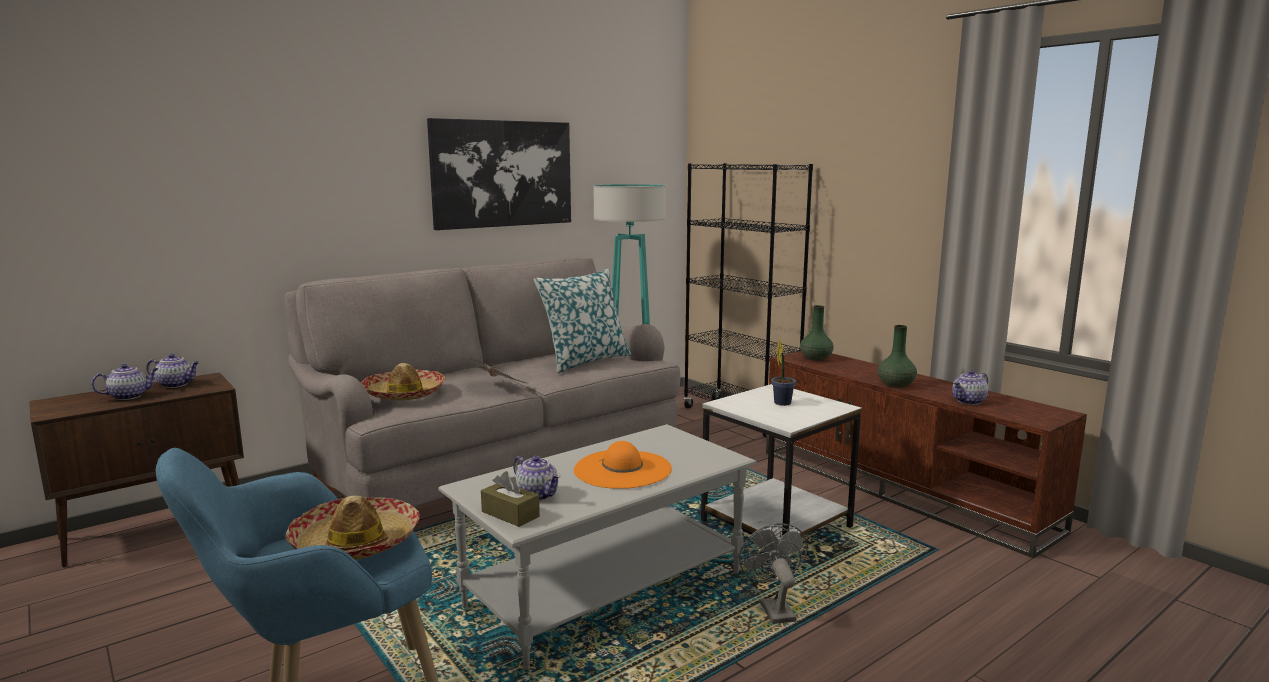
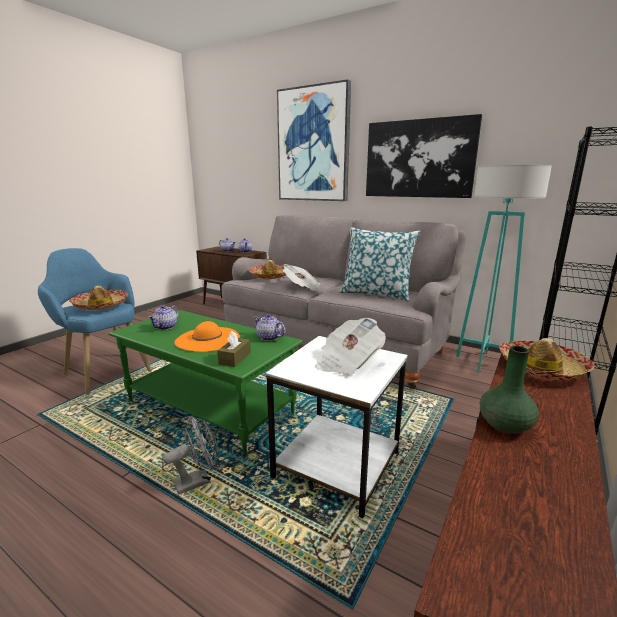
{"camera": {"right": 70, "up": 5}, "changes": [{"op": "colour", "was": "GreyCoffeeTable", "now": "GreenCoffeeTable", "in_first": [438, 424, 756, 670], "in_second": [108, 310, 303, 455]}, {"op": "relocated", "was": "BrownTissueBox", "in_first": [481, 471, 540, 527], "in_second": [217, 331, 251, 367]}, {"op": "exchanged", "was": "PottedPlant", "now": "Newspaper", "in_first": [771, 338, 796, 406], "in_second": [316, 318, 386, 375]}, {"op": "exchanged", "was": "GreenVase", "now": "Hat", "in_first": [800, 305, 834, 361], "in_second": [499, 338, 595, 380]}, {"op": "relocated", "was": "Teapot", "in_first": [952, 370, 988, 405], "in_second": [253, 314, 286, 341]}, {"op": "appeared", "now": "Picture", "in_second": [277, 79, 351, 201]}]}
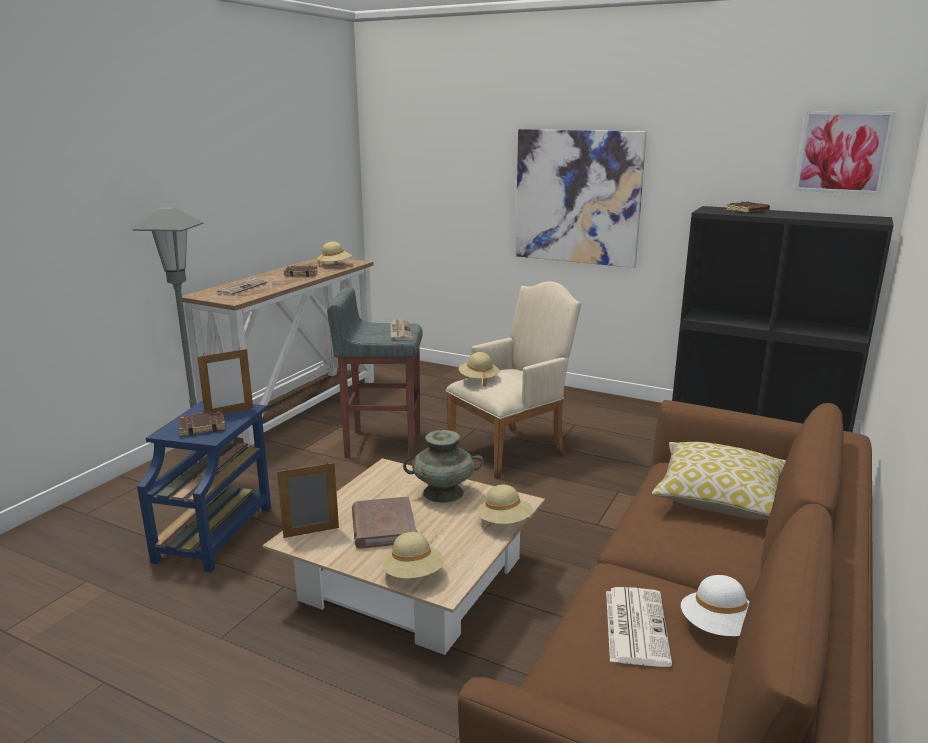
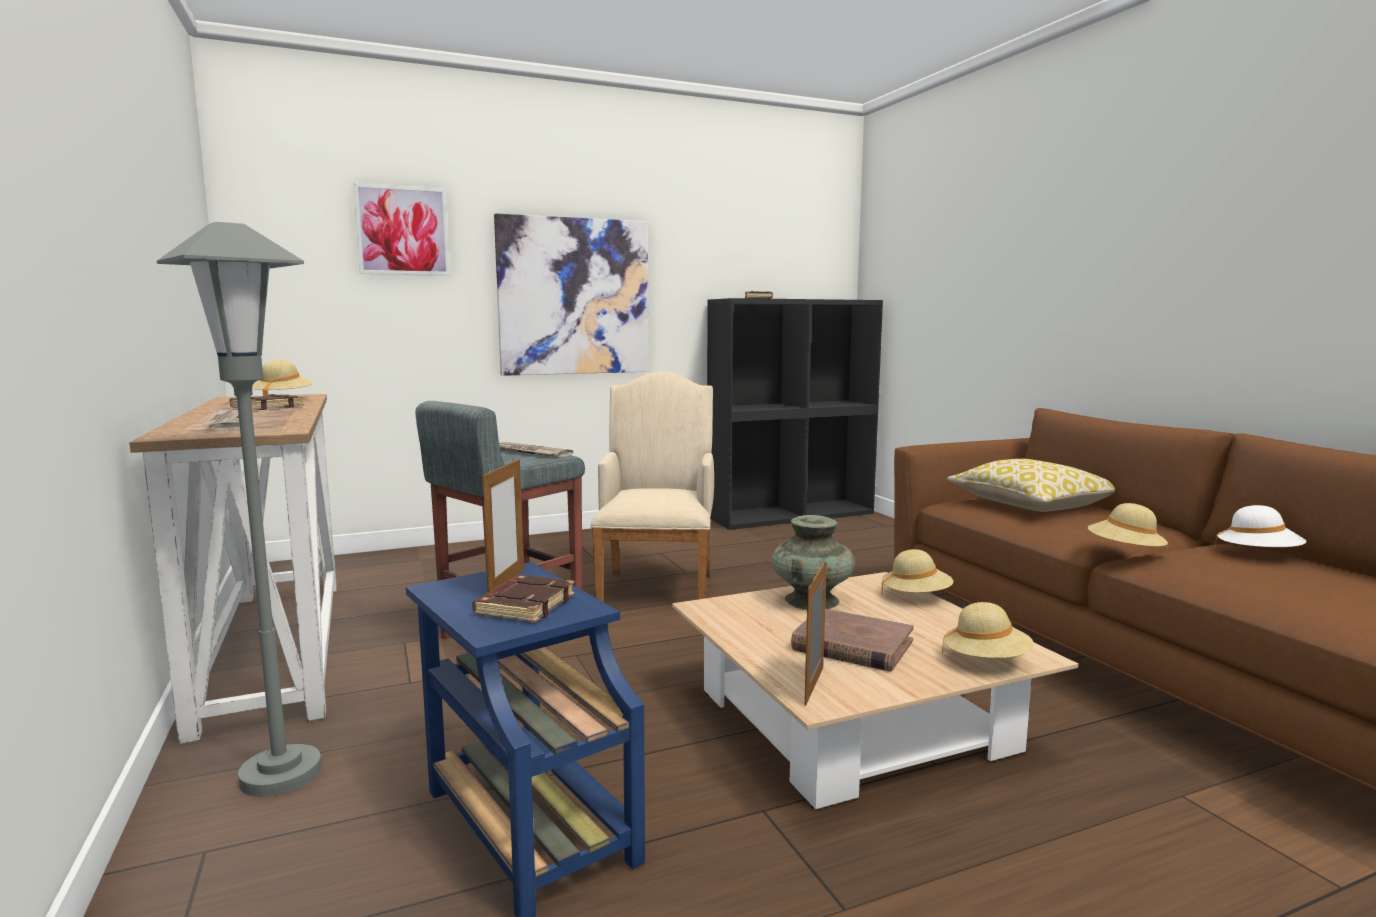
{"camera": {"right": -50, "up": -10}, "changes": [{"op": "relocated", "was": "BeigeHat", "in_first": [459, 352, 500, 387], "in_second": [1088, 503, 1168, 555]}, {"op": "missing", "was": "Newspaper", "in_first": [606, 587, 672, 667]}, {"op": "relocated", "was": "Picture", "in_first": [794, 111, 895, 195], "in_second": [353, 183, 450, 276]}]}
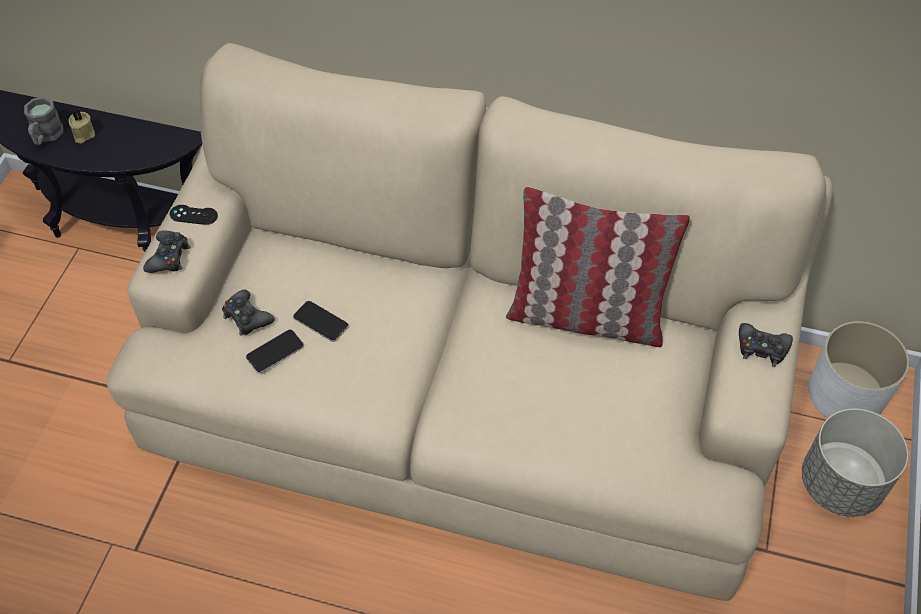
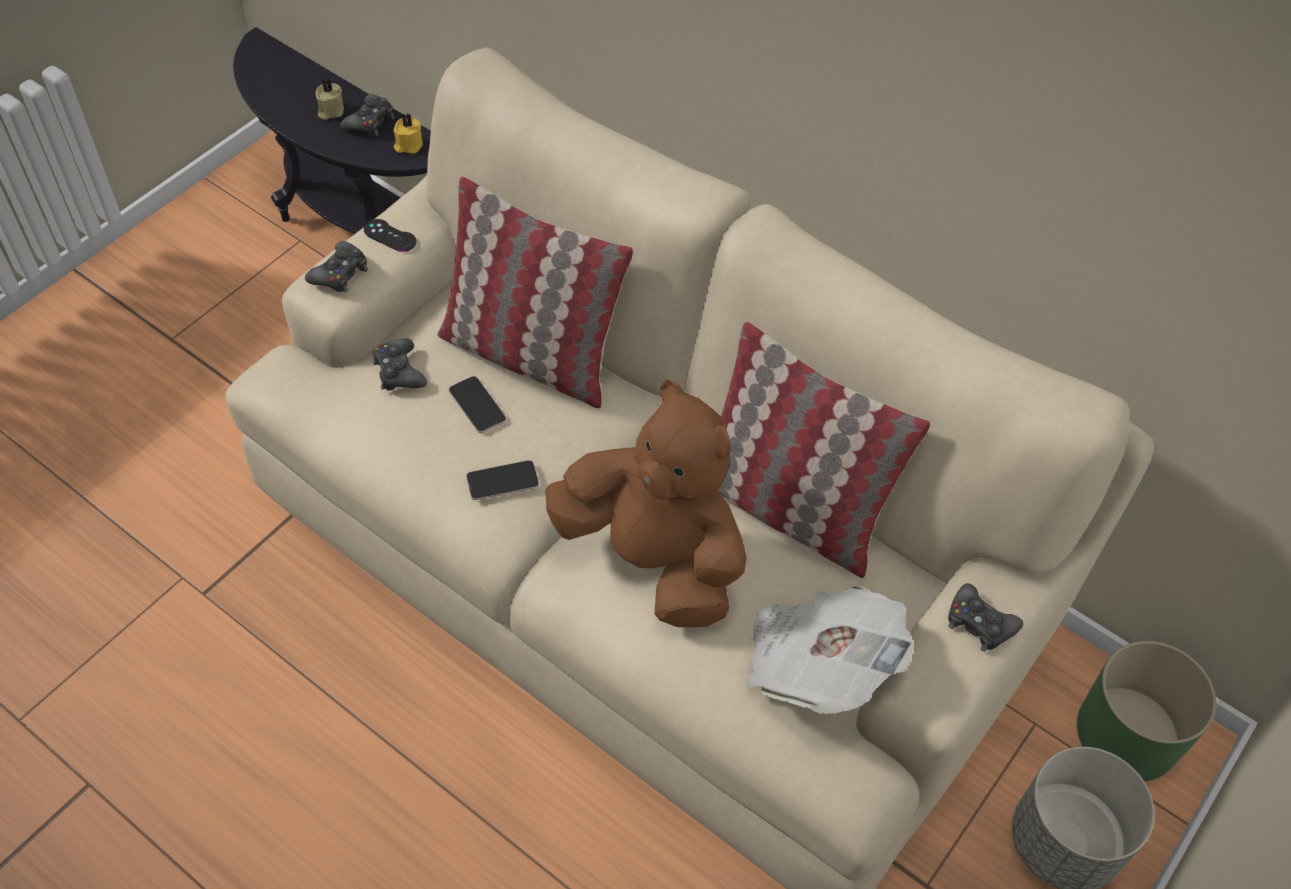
{"camera": {"right": 20, "up": 0}, "changes": [{"op": "missing", "was": "GreyMug", "in_first": [24, 97, 63, 145]}, {"op": "relocated", "was": "Phone", "in_first": [246, 329, 304, 373], "in_second": [466, 460, 539, 500]}, {"op": "colour", "was": "WhitePlanter", "now": "GreenPlanter", "in_first": [808, 321, 909, 418], "in_second": [1077, 641, 1216, 781]}, {"op": "appeared", "now": "BlackGameController", "in_second": [340, 94, 395, 136]}, {"op": "appeared", "now": "YellowCandle", "in_second": [394, 113, 423, 154]}, {"op": "appeared", "now": "Pillow", "in_second": [438, 176, 633, 408]}, {"op": "appeared", "now": "BrownPlushToy", "in_second": [546, 379, 747, 627]}, {"op": "appeared", "now": "Newspaper", "in_second": [747, 587, 914, 714]}]}
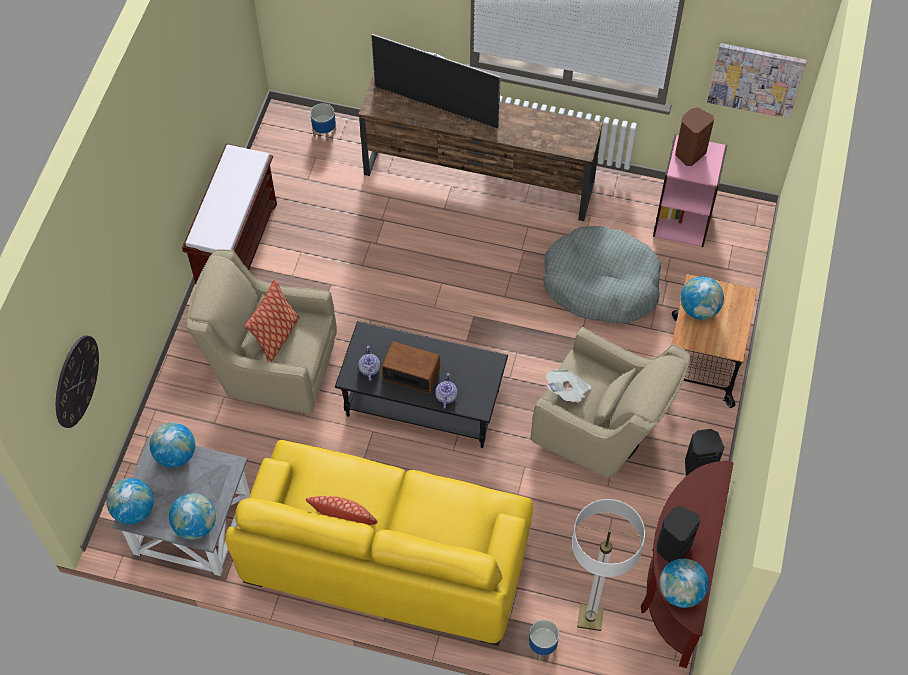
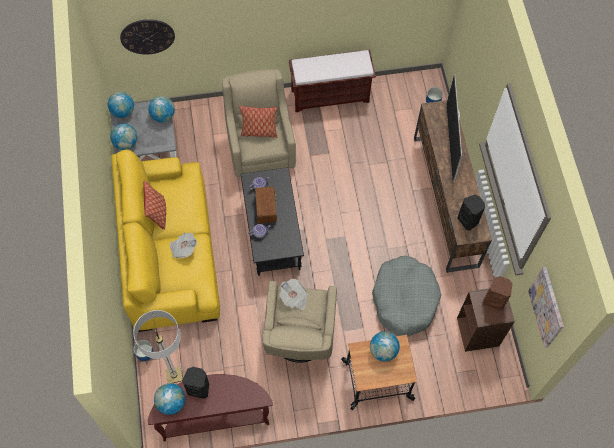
{"camera": {"right": 65, "up": 5}, "changes": [{"op": "colour", "was": "PinkBookcase", "now": "BrownBookcase", "in_first": [653, 135, 727, 247], "in_second": [457, 289, 515, 352]}, {"op": "relocated", "was": "BlackSpeaker", "in_first": [685, 429, 725, 476], "in_second": [457, 194, 485, 231]}, {"op": "appeared", "now": "Newspaper", "in_second": [169, 233, 197, 258]}]}
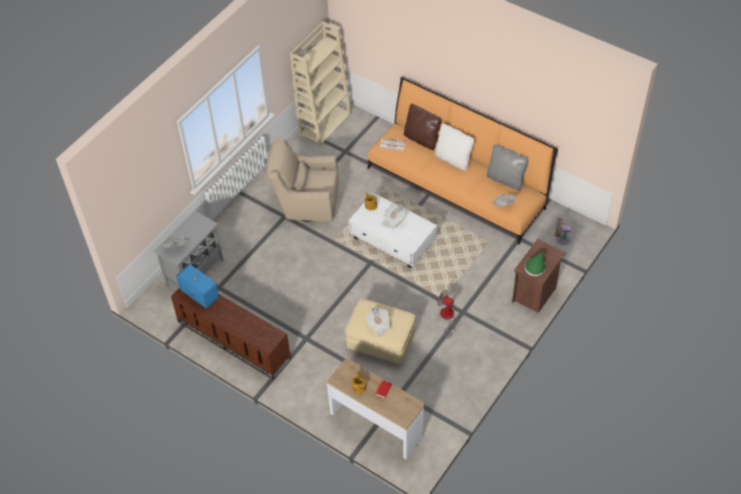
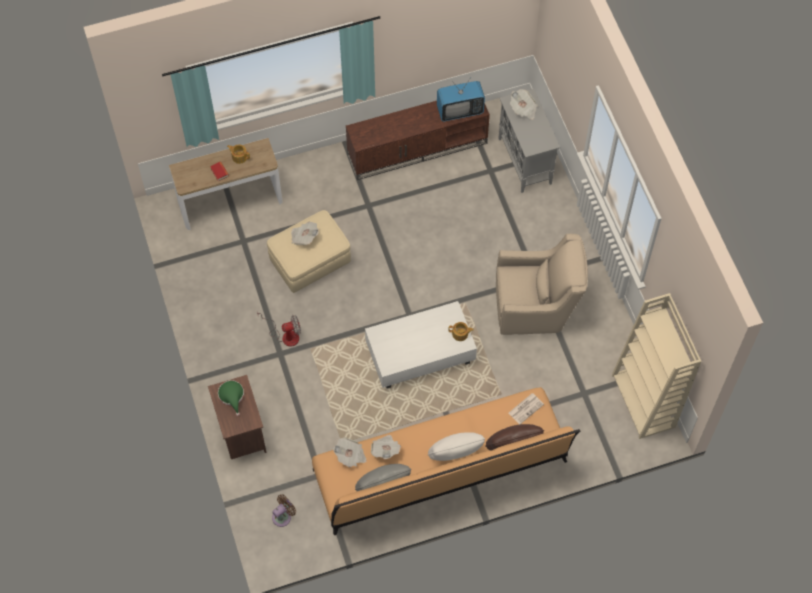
{"camera": {"right": 125, "up": 10}, "changes": [{"op": "spun", "was": "BeigeArmchair", "in_first": [266, 137, 339, 222], "in_second": [496, 234, 588, 335], "clockwise": 45}, {"op": "relocated", "was": "Newspaper", "in_first": [382, 204, 406, 229], "in_second": [371, 435, 401, 459]}]}
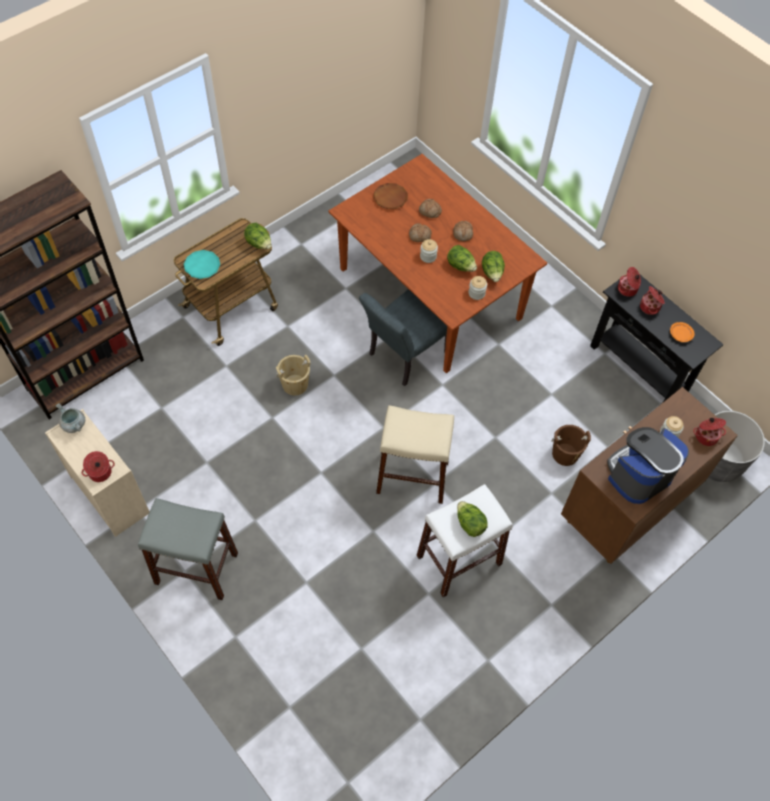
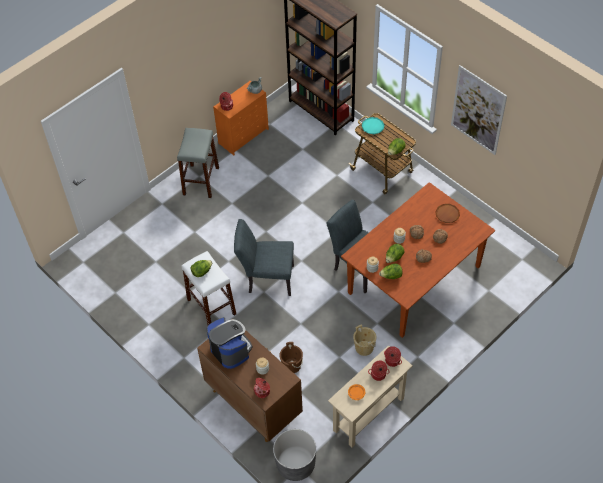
{"camera": {"right": 90, "up": -5}, "changes": [{"op": "colour", "was": "BeigeDresser", "now": "OrangeDresser", "in_first": [45, 409, 150, 537], "in_second": [213, 81, 269, 155]}, {"op": "relocated", "was": "BeigeBucket", "in_first": [276, 355, 310, 396], "in_second": [353, 324, 377, 356]}, {"op": "exchanged", "was": "BeigeStool", "now": "GreyChair", "in_first": [376, 405, 454, 504], "in_second": [234, 219, 294, 296]}, {"op": "colour", "was": "BlackConsoleTable", "now": "BeigeConsoleTable", "in_first": [590, 275, 724, 401], "in_second": [328, 345, 413, 447]}, {"op": "appeared", "now": "Picture", "in_second": [451, 65, 507, 155]}]}
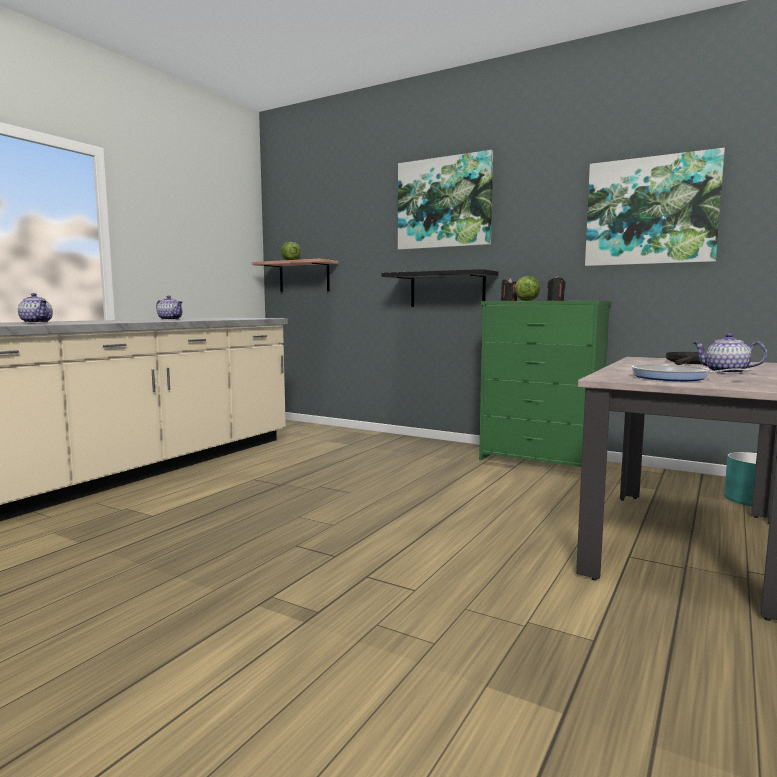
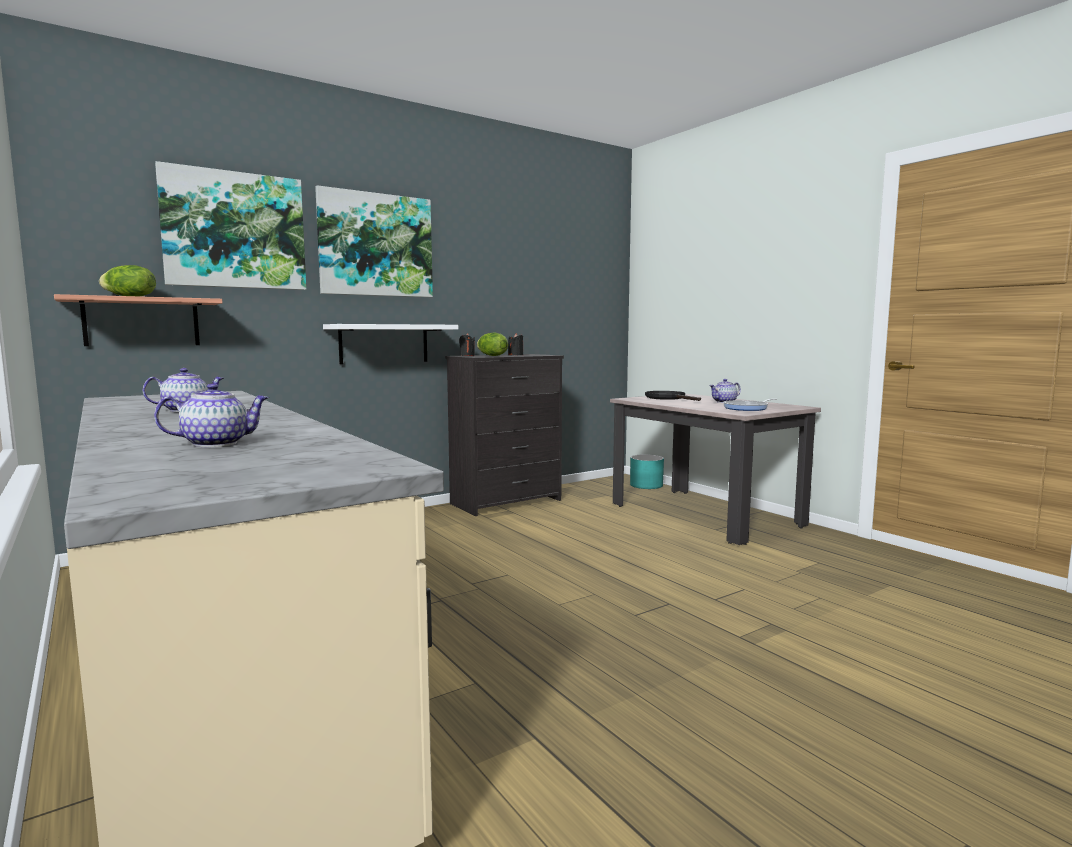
{"camera": {"right": -65, "up": 0}, "changes": [{"op": "colour", "was": "BlackShelf", "now": "WhiteShelf", "in_first": [382, 269, 498, 307], "in_second": [323, 324, 458, 364]}, {"op": "colour", "was": "GreenDresser", "now": "BlackDresser", "in_first": [479, 301, 611, 467], "in_second": [445, 354, 564, 516]}, {"op": "relocated", "was": "Picture", "in_first": [585, 148, 725, 266], "in_second": [155, 161, 306, 290]}]}
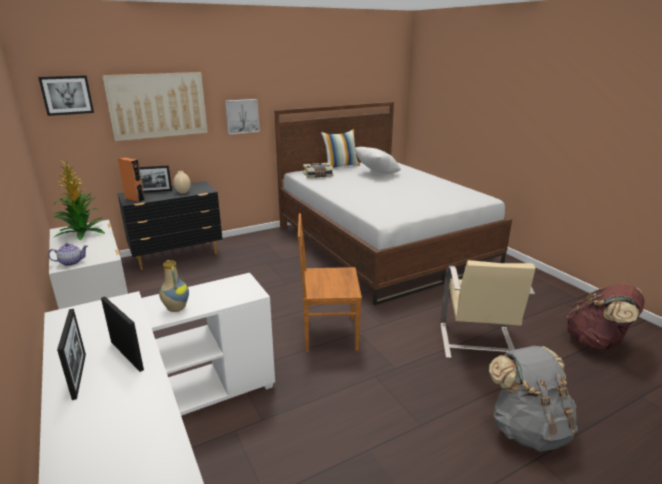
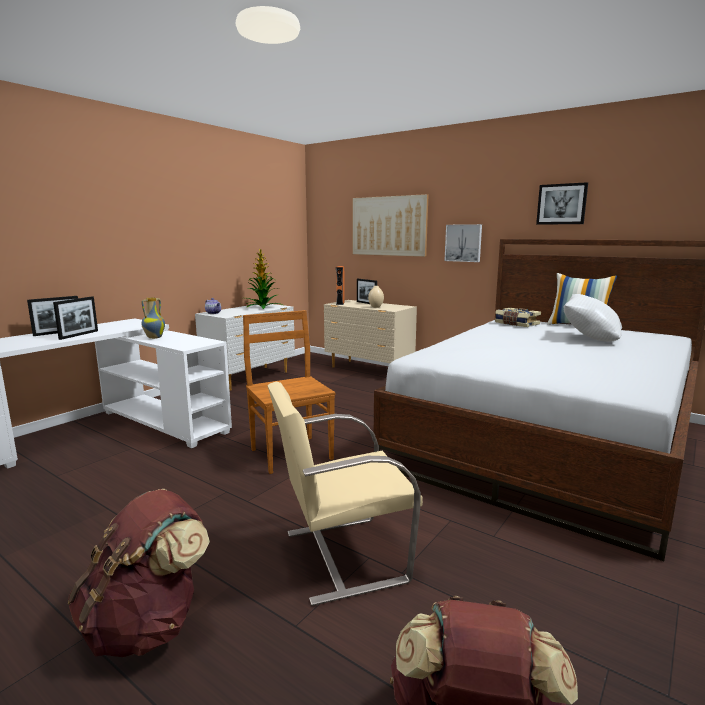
{"camera": {"right": 65, "up": -10}, "changes": [{"op": "relocated", "was": "Picture", "in_first": [38, 75, 94, 116], "in_second": [536, 182, 588, 225]}, {"op": "colour", "was": "BlackDresser", "now": "BeigeDresser", "in_first": [117, 181, 223, 270], "in_second": [324, 300, 417, 368]}, {"op": "colour", "was": "GreyBackpack", "now": "BrownBackpack", "in_first": [489, 346, 578, 452], "in_second": [68, 489, 210, 657]}]}
